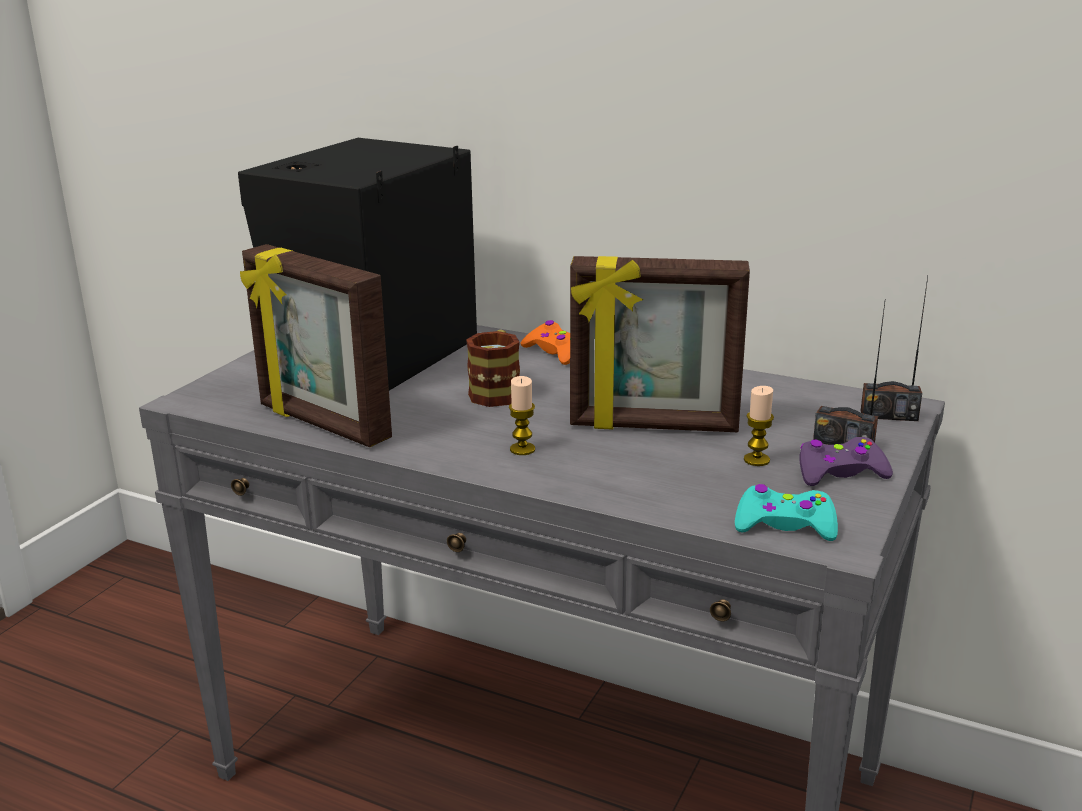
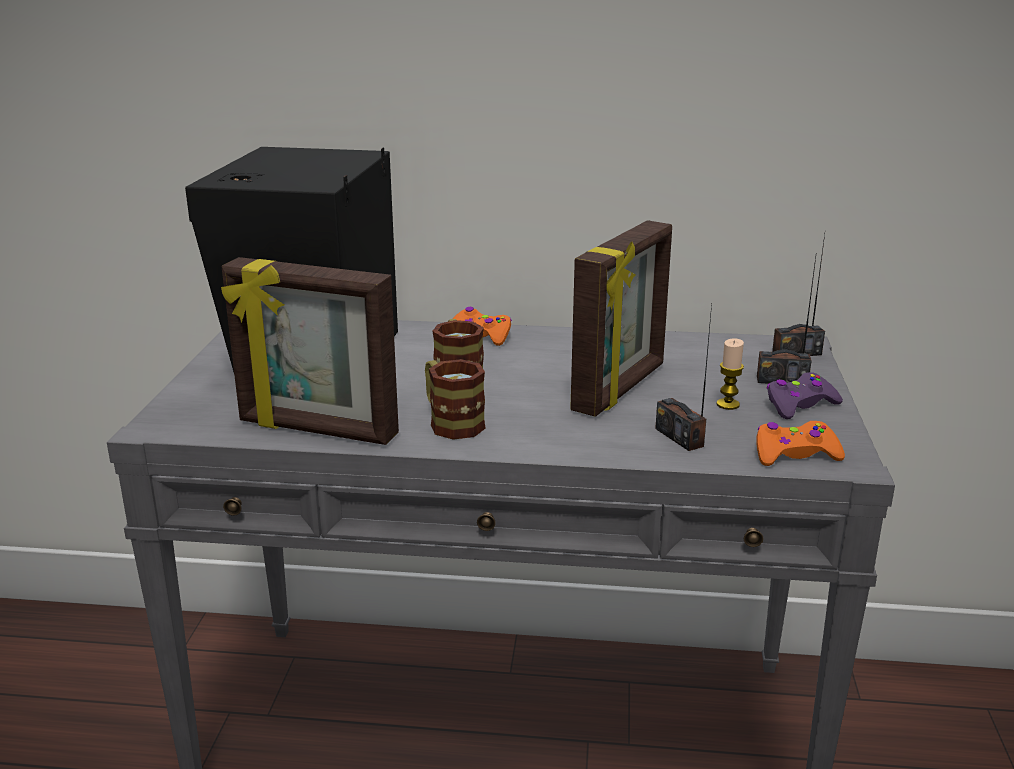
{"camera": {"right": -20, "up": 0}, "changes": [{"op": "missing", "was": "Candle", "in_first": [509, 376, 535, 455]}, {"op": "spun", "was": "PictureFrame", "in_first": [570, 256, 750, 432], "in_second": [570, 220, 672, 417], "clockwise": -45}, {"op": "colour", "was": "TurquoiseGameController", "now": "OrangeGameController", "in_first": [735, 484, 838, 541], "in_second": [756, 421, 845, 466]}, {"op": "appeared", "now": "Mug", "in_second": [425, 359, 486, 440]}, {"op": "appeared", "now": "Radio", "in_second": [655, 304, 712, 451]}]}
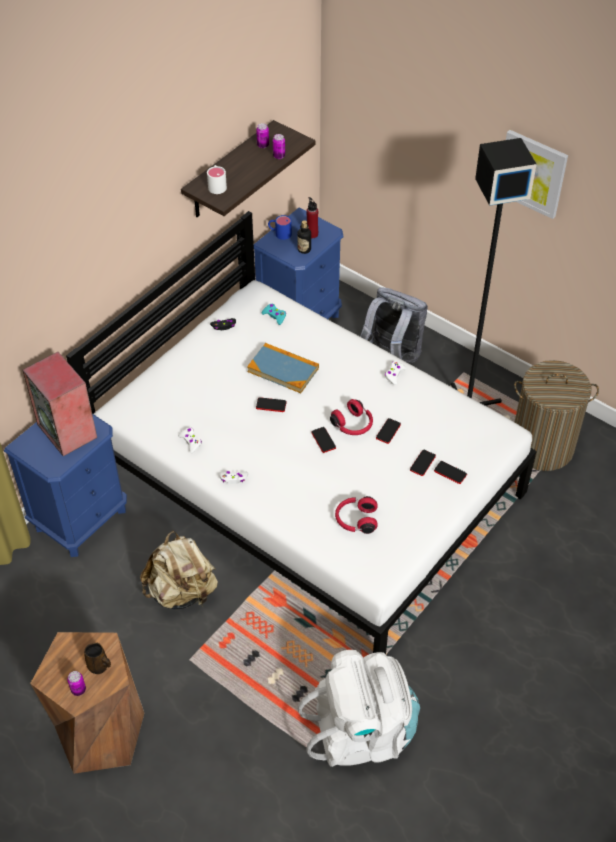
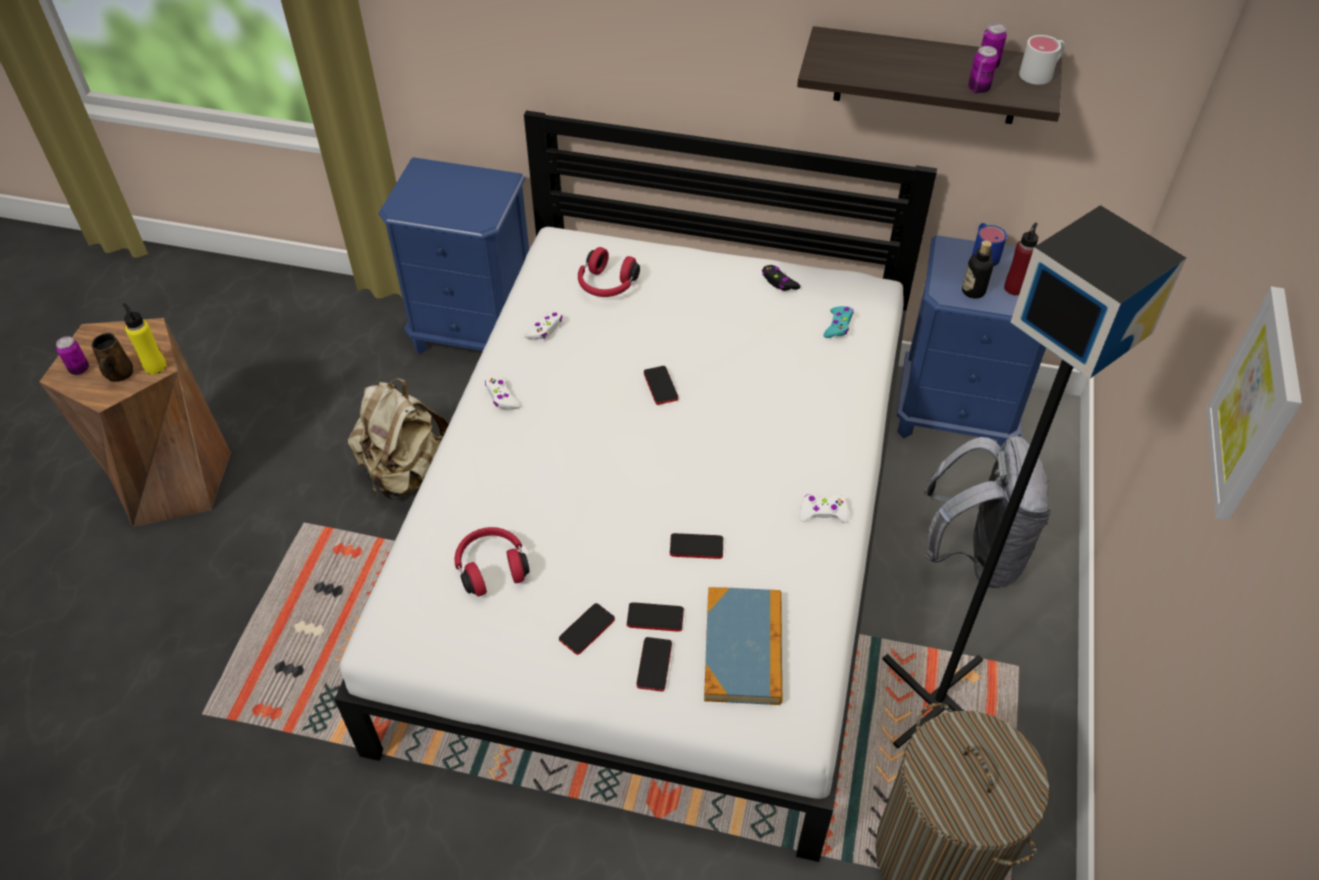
{"camera": {"right": 65, "up": 0}, "changes": [{"op": "missing", "was": "Speaker", "in_first": [22, 352, 97, 456]}, {"op": "relocated", "was": "WhiteMug", "in_first": [207, 165, 227, 194], "in_second": [1019, 35, 1065, 85]}, {"op": "relocated", "was": "Book", "in_first": [247, 343, 319, 393], "in_second": [704, 587, 782, 705]}, {"op": "missing", "was": "WhiteBackpack", "in_first": [298, 650, 420, 767]}, {"op": "relocated", "was": "Phone", "in_first": [311, 427, 336, 453], "in_second": [559, 603, 615, 655]}, {"op": "relocated", "was": "RedHeadphones", "in_first": [330, 399, 373, 435], "in_second": [578, 247, 640, 297]}, {"op": "appeared", "now": "YellowBottle", "in_second": [123, 303, 167, 375]}]}
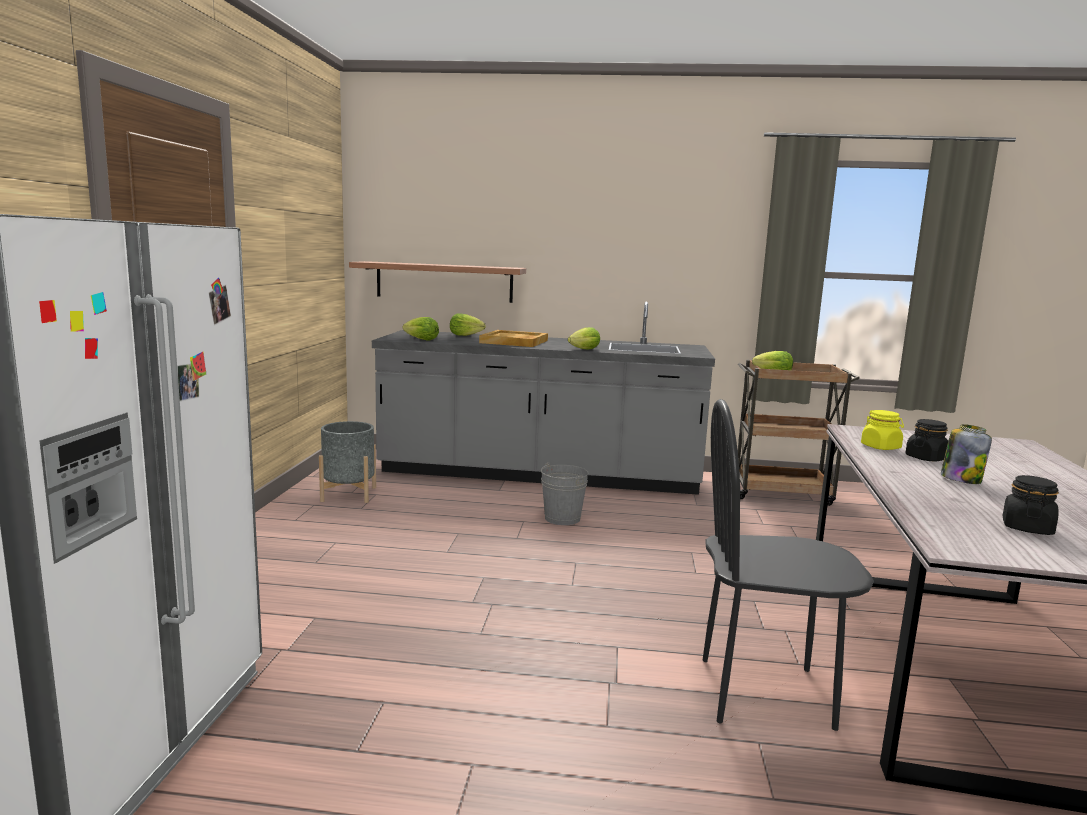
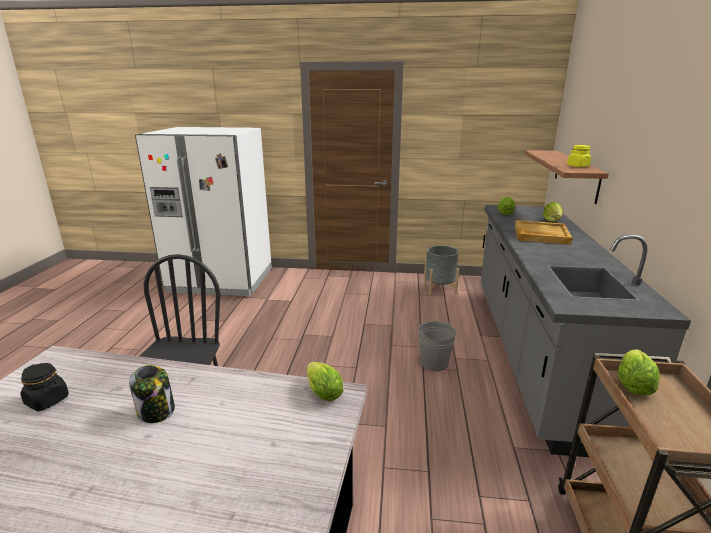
{"camera": {"right": 90, "up": 10}, "changes": [{"op": "relocated", "was": "Lettuce", "in_first": [568, 327, 600, 349], "in_second": [307, 362, 344, 401]}, {"op": "relocated", "was": "YellowJar", "in_first": [861, 410, 904, 450], "in_second": [567, 145, 591, 167]}, {"op": "missing", "was": "BlackJar", "in_first": [905, 419, 948, 462]}]}
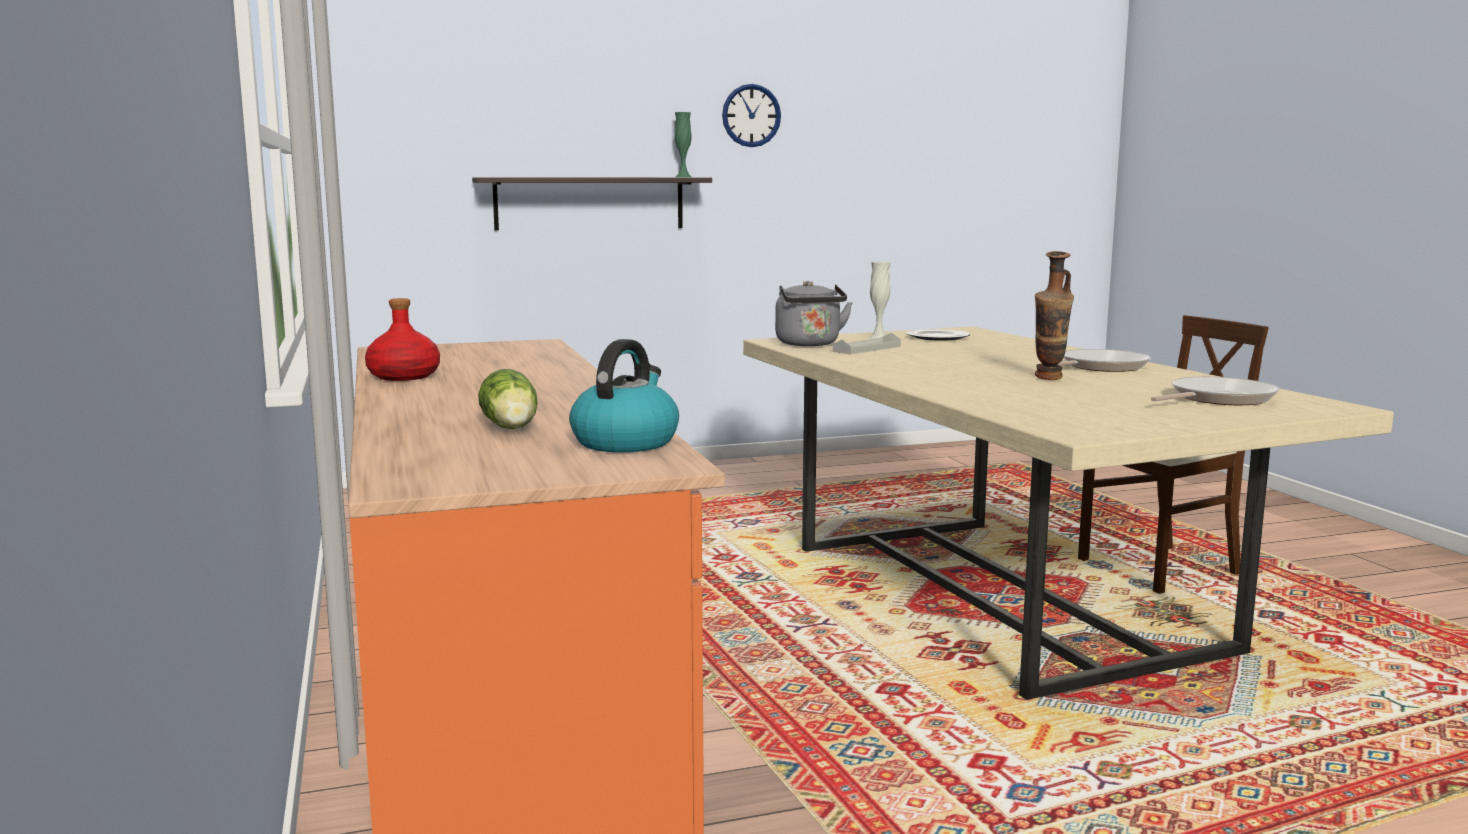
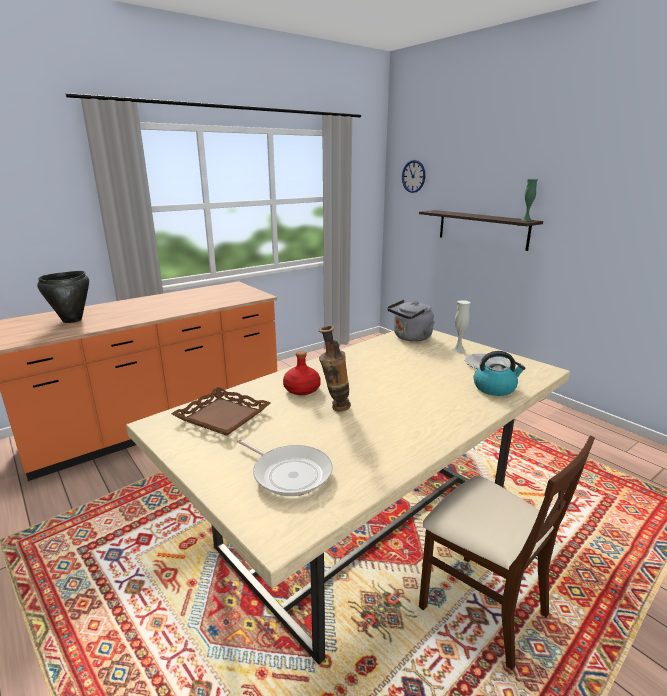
{"camera": {"right": 70, "up": 10}, "changes": [{"op": "relocated", "was": "RedBottle", "in_first": [365, 298, 440, 381], "in_second": [283, 351, 321, 395]}, {"op": "exchanged", "was": "Lettuce", "now": "BlackCookingPot", "in_first": [478, 369, 537, 429], "in_second": [37, 271, 89, 323]}, {"op": "relocated", "was": "Kettle", "in_first": [569, 339, 679, 452], "in_second": [474, 351, 526, 396]}, {"op": "relocated", "was": "WallClock", "in_first": [722, 84, 781, 147], "in_second": [402, 160, 425, 193]}, {"op": "missing", "was": "GreyTray", "in_first": [833, 333, 901, 355]}, {"op": "missing", "was": "FryingPan", "in_first": [1036, 349, 1151, 372]}, {"op": "appeared", "now": "BrownTray", "in_second": [171, 387, 271, 436]}]}
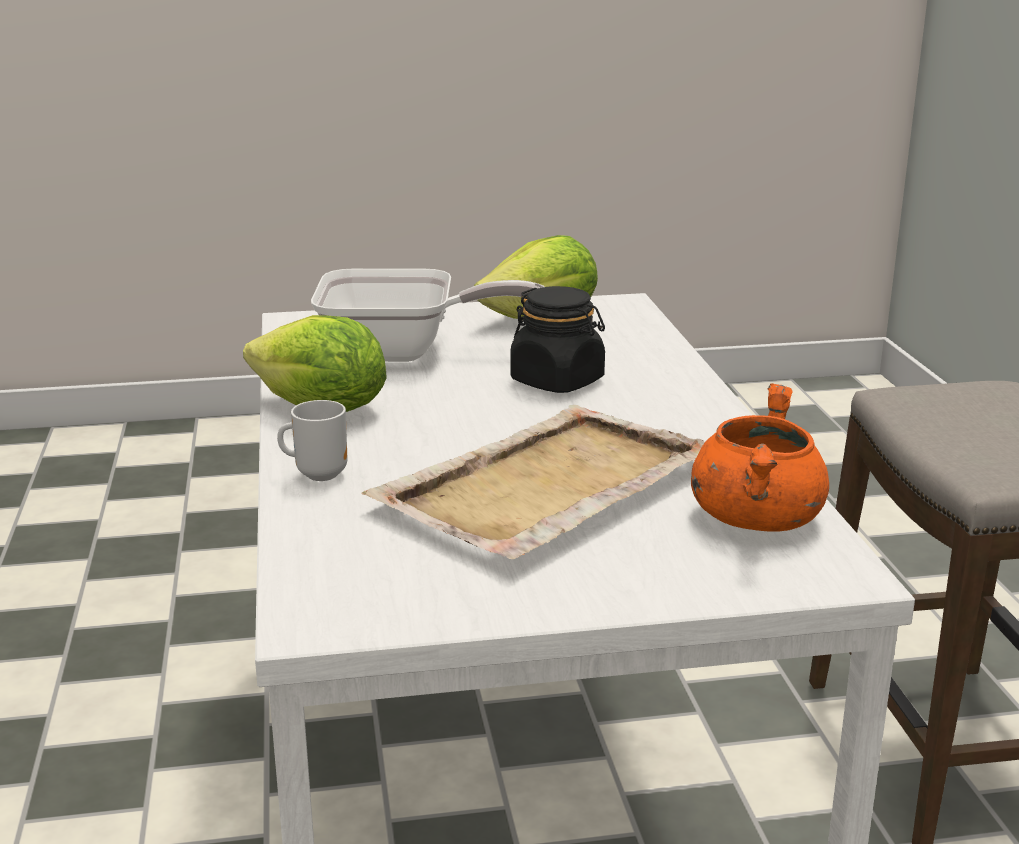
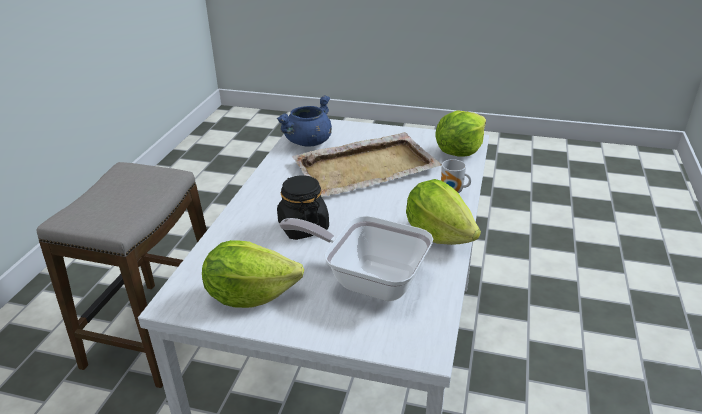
{"camera": {"right": -155, "up": 10}, "changes": [{"op": "colour", "was": "OrangeCookingPot", "now": "BlueCookingPot", "in_first": [691, 383, 829, 532], "in_second": [276, 95, 332, 147]}, {"op": "appeared", "now": "Lettuce", "in_second": [435, 111, 486, 156]}]}
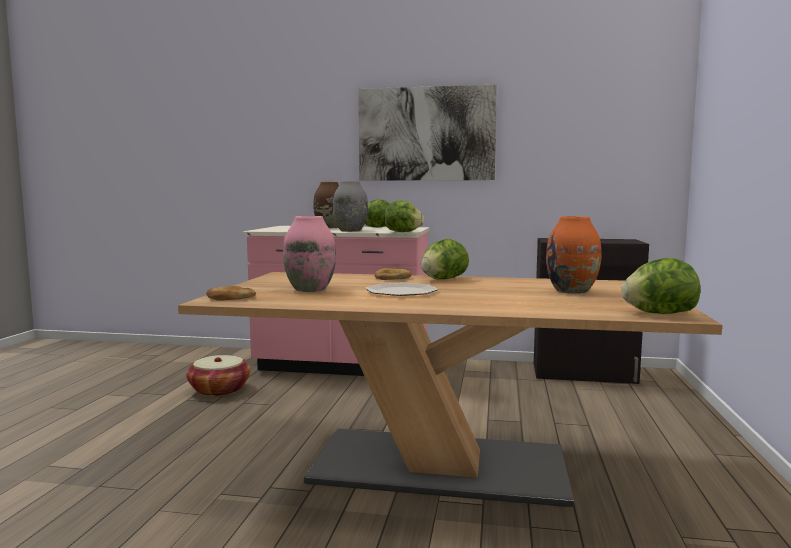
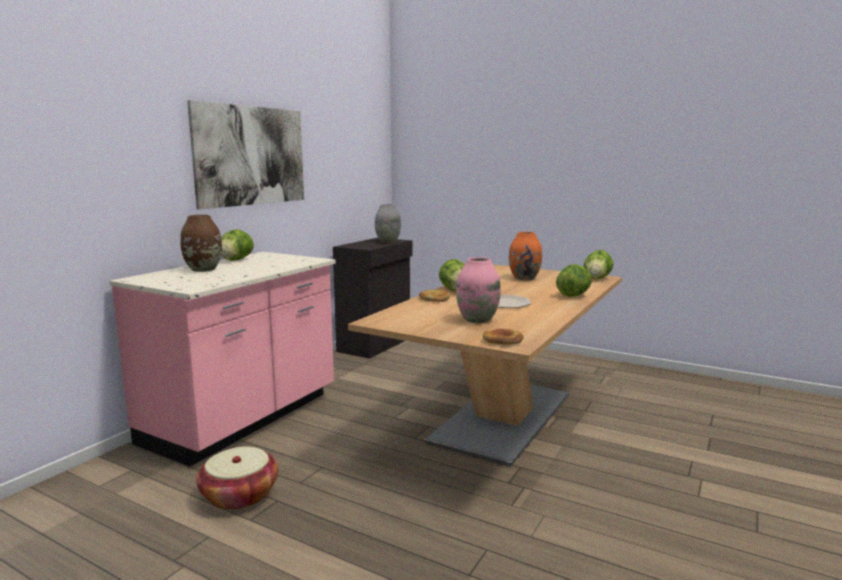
{"camera": {"right": -70, "up": 5}, "changes": [{"op": "relocated", "was": "GreyVase", "in_first": [333, 181, 368, 232], "in_second": [375, 204, 401, 243]}, {"op": "relocated", "was": "Lettuce", "in_first": [385, 200, 424, 232], "in_second": [556, 264, 592, 297]}]}
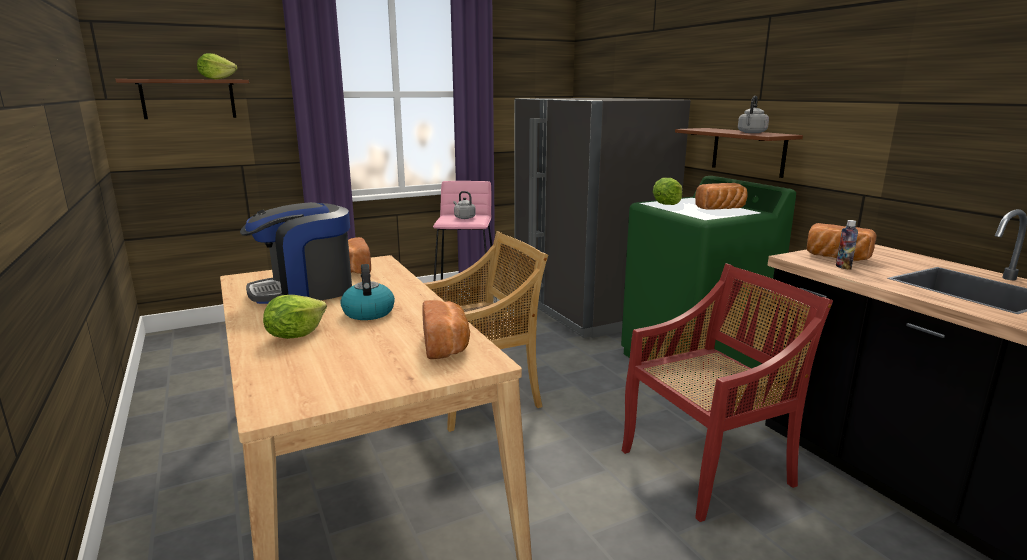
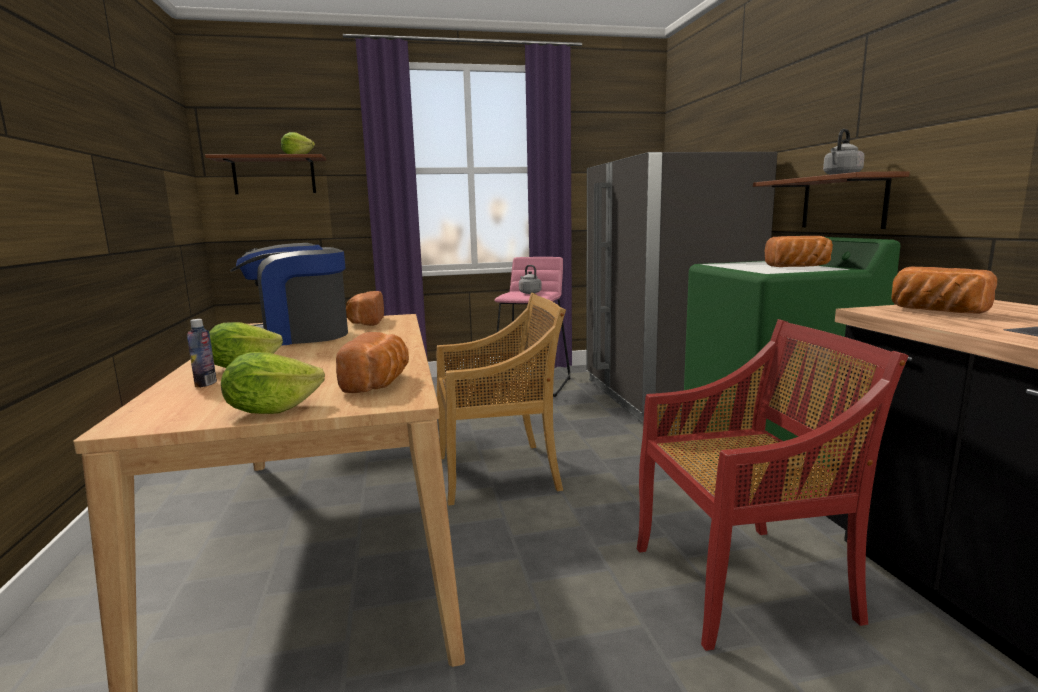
{"camera": {"right": 15, "up": -5}, "changes": [{"op": "missing", "was": "Kettle", "in_first": [340, 264, 395, 320]}, {"op": "relocated", "was": "Lettuce", "in_first": [652, 178, 683, 205], "in_second": [221, 352, 325, 414]}, {"op": "relocated", "was": "Bottle", "in_first": [836, 220, 858, 270], "in_second": [187, 319, 217, 387]}]}
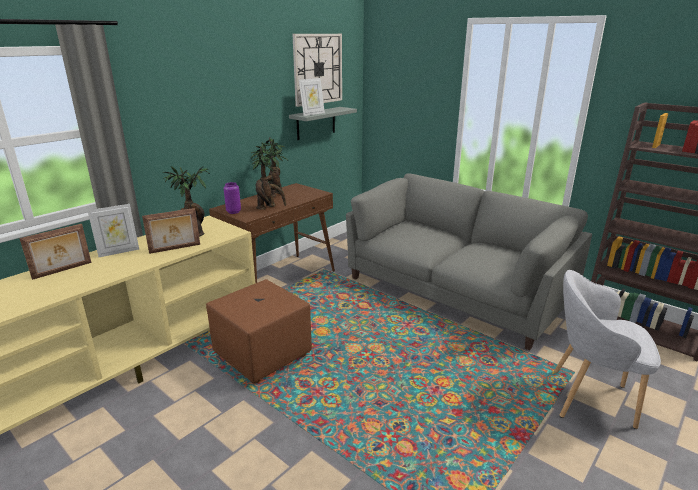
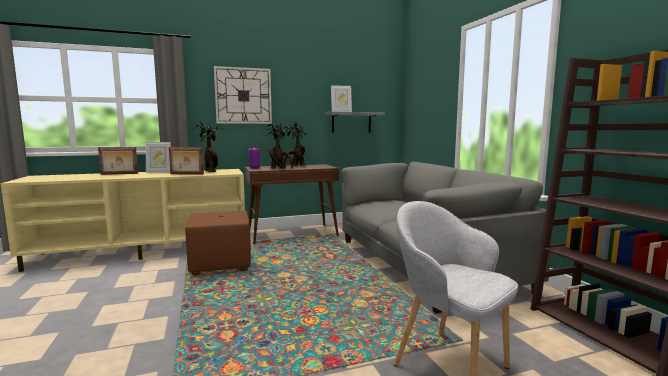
{"camera": {"right": 30, "up": -15}, "changes": [{"op": "relocated", "was": "WallClock", "in_first": [292, 34, 342, 107], "in_second": [214, 66, 272, 124]}]}
